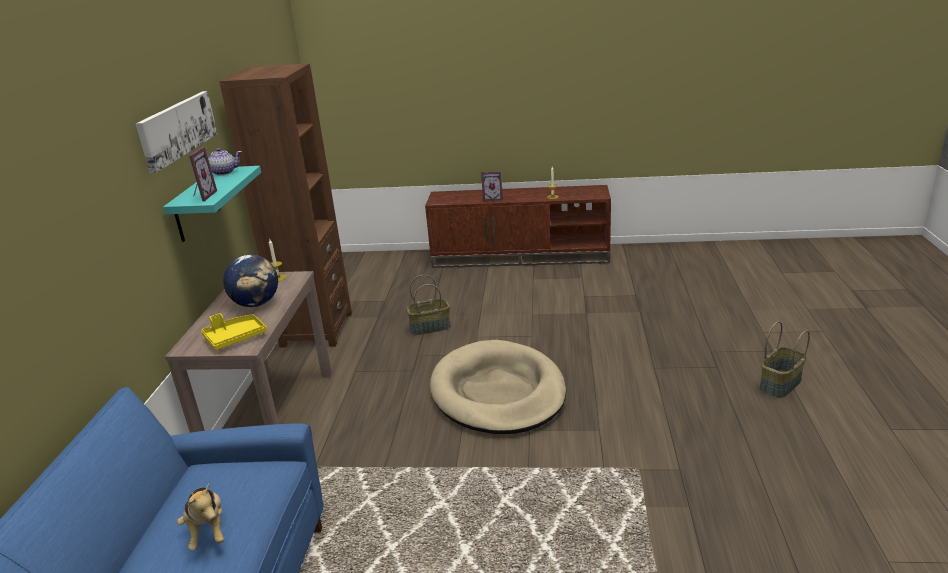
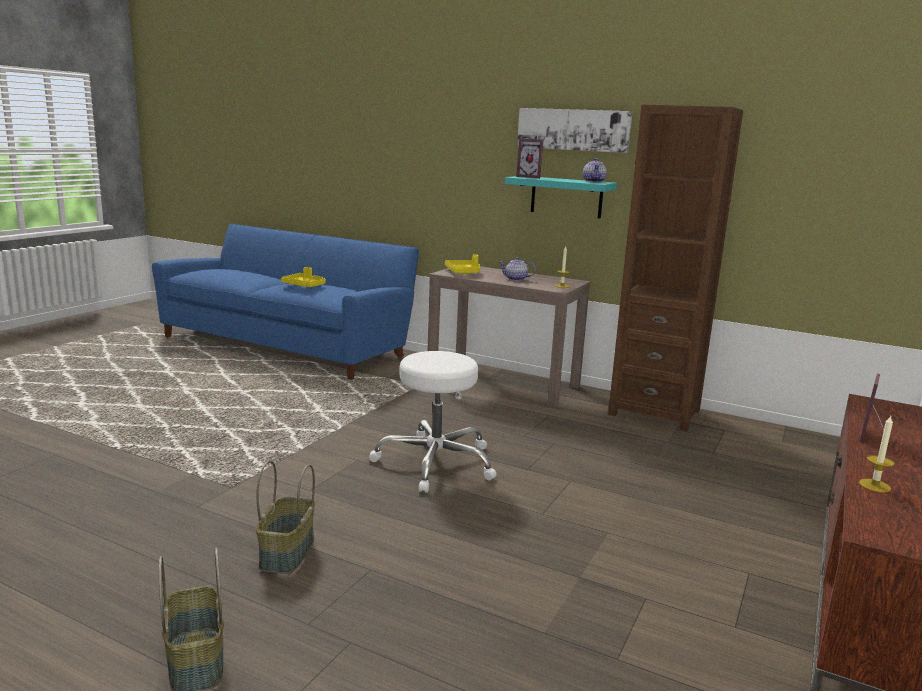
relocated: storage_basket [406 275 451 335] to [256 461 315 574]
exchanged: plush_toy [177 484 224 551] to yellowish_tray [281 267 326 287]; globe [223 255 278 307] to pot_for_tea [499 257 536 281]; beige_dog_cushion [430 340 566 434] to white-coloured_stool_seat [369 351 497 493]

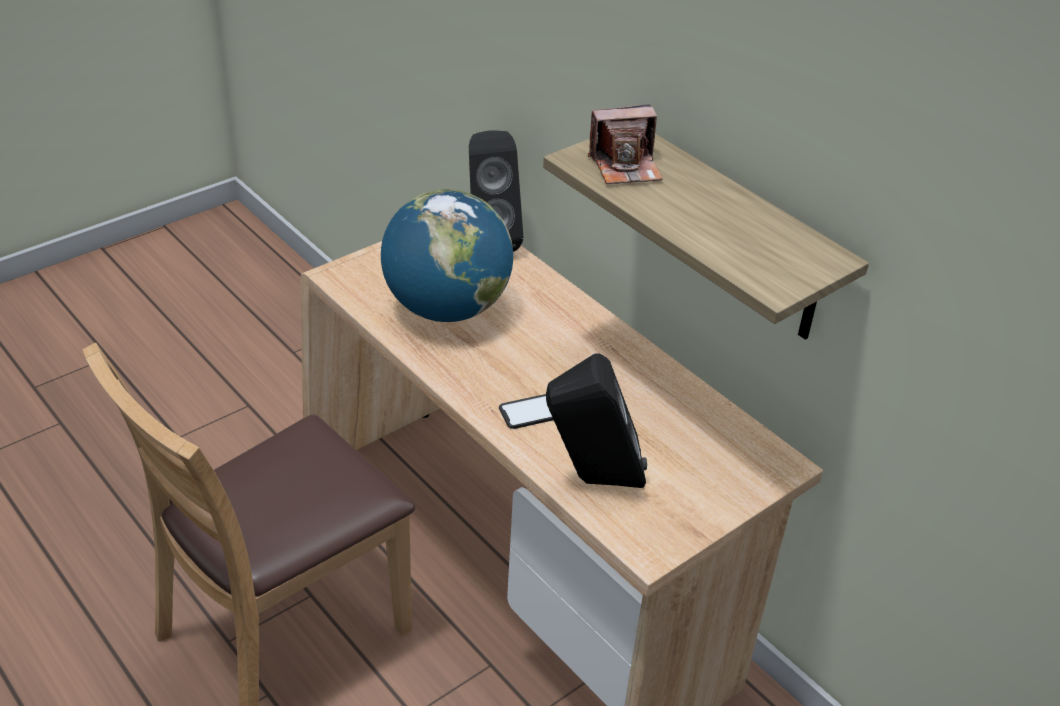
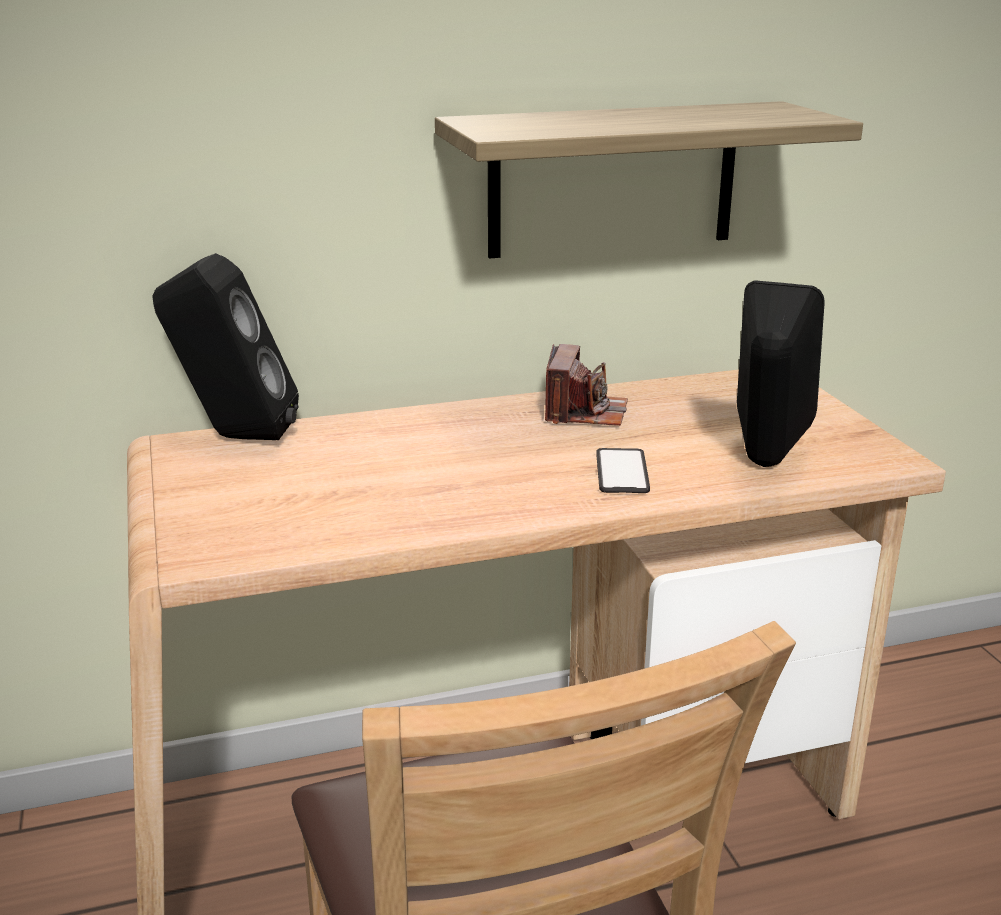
missing: globe [381 189 513 322]
relocated: still_camera [588 104 663 184] to [545 344 628 426]

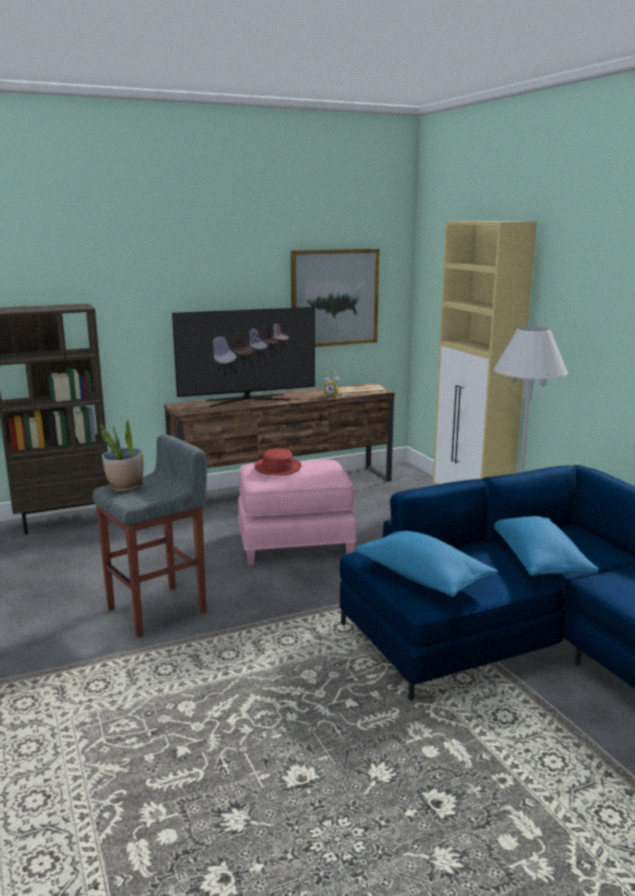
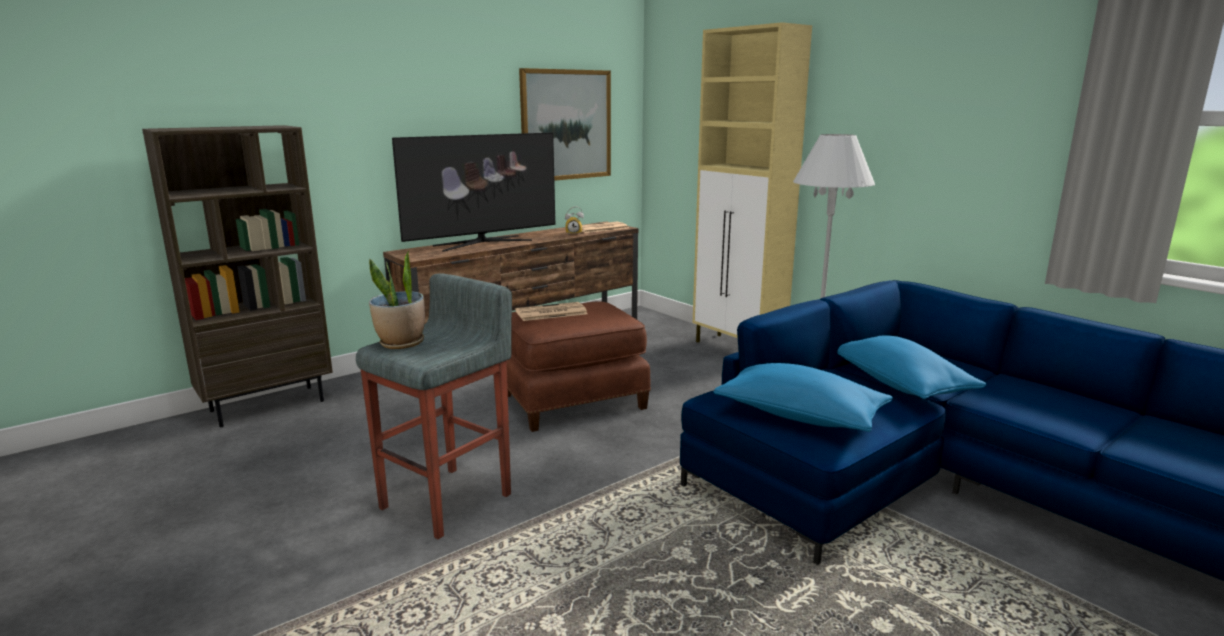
exchanged: red_hat [254 448 302 475] to printed_paper [515 302 588 321]
colour: pink_footrest [238 460 357 566] to brown-coloured_footrest [507 301 651 432]

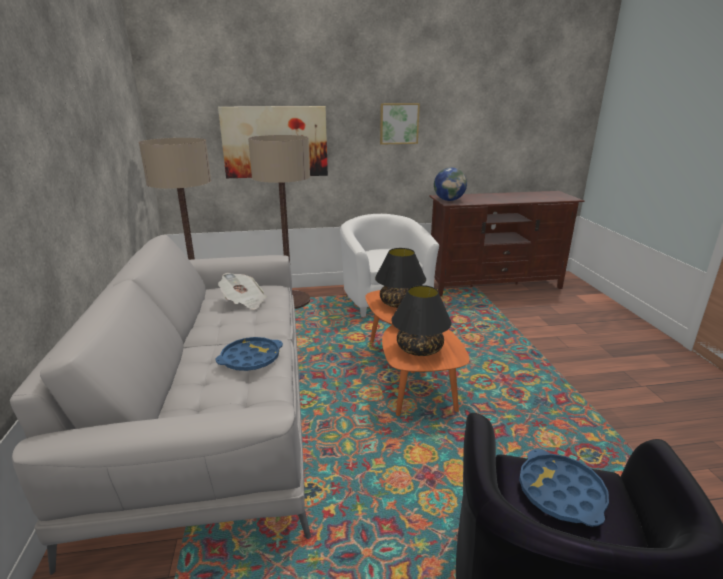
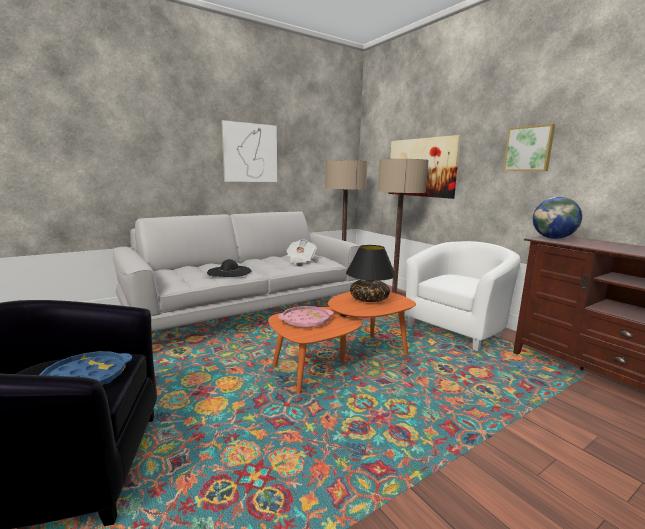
appeared: wall_art [221 120 277 182]
exchanged: blue-coloured_tray [216 337 283 371] to black-coloured_hat [207 259 251 277]; black-coloured_tabletop_lamp [392 285 452 356] to pink_tray [278 306 334 328]

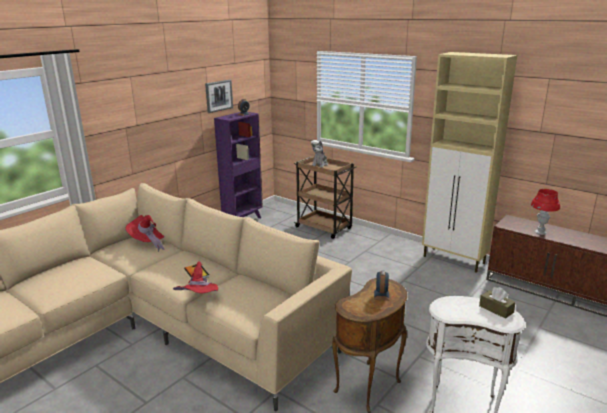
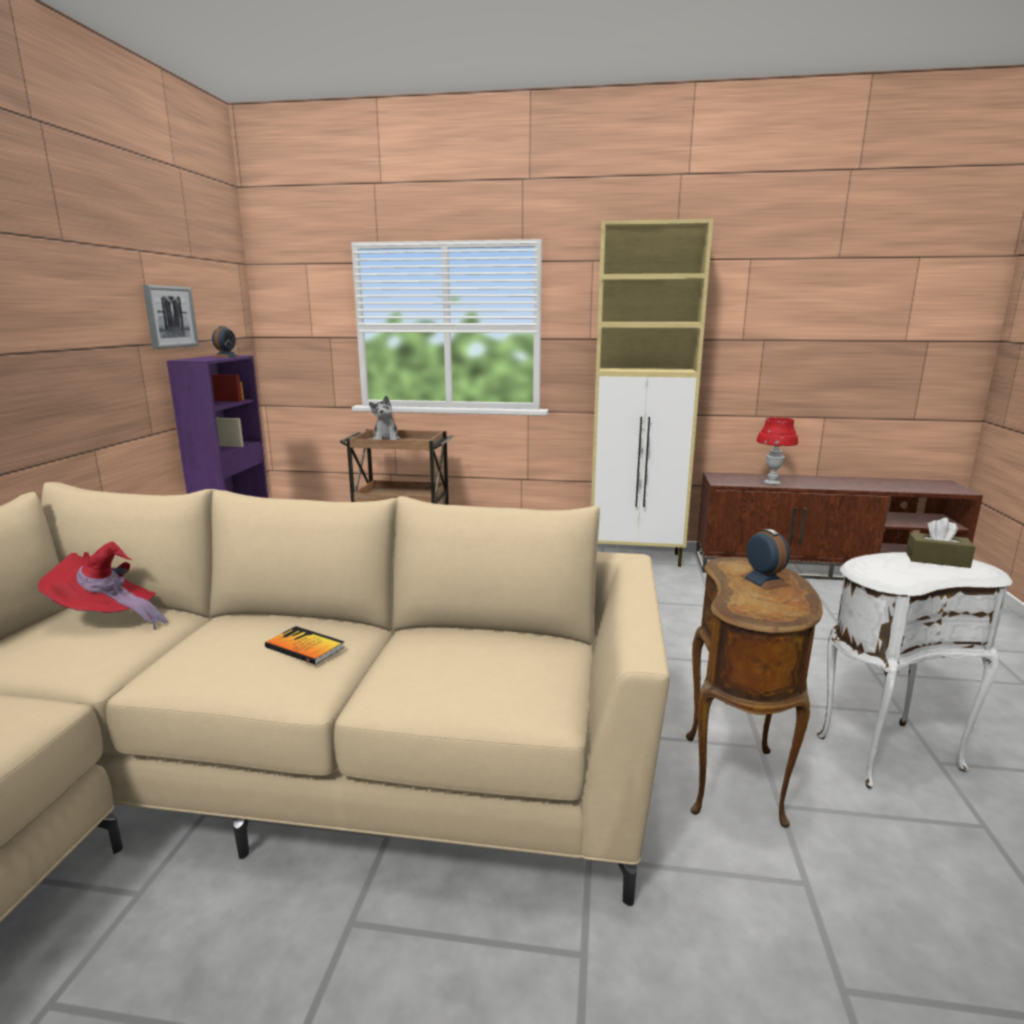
missing: red_hat [173 261 218 293]

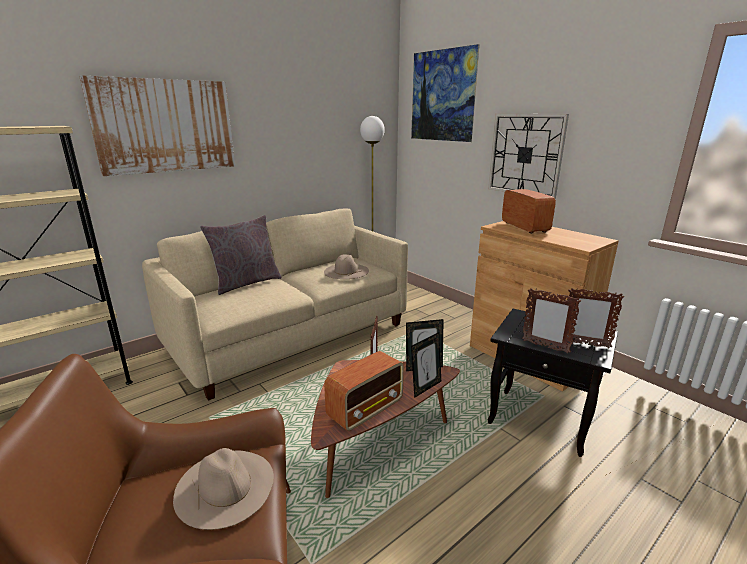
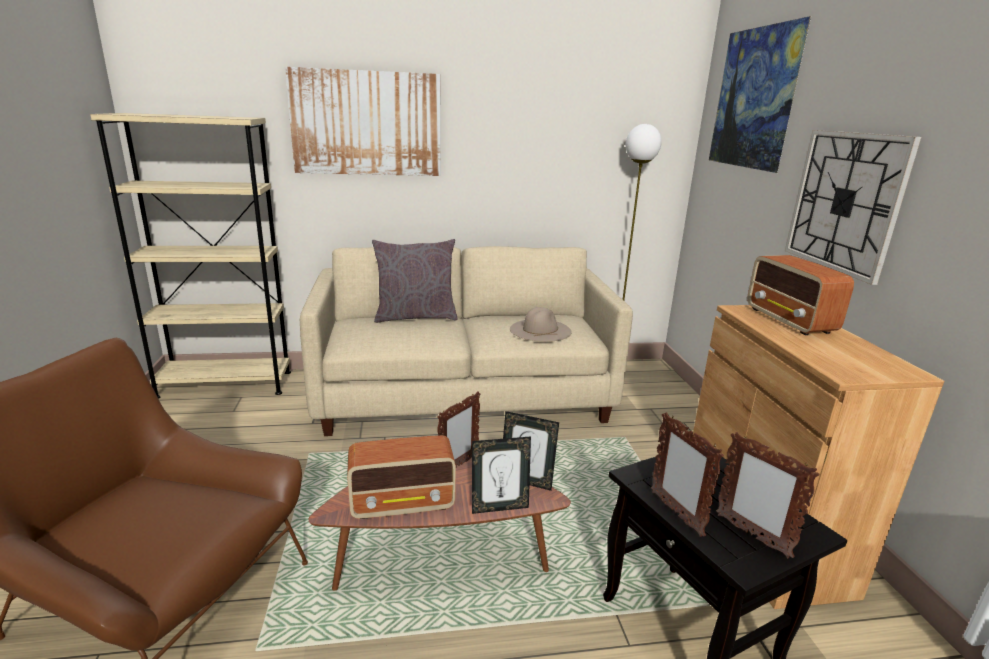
missing: beige_hat [173 448 274 530]
spun: radio_set [502 189 556 234] = [747 255 854 335] 150 degrees clockwise

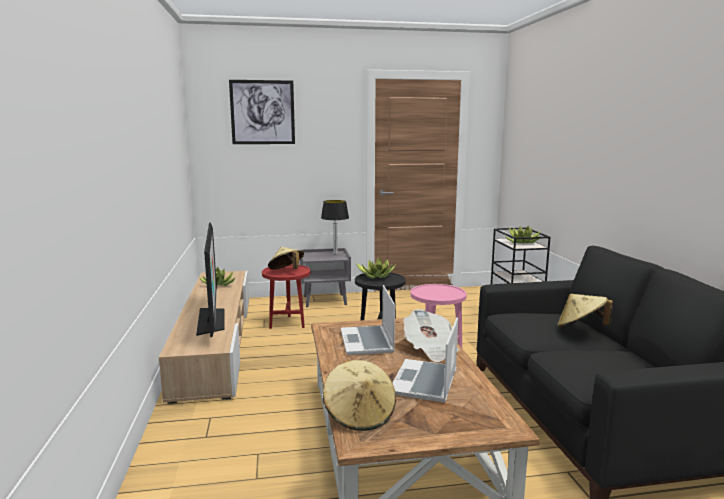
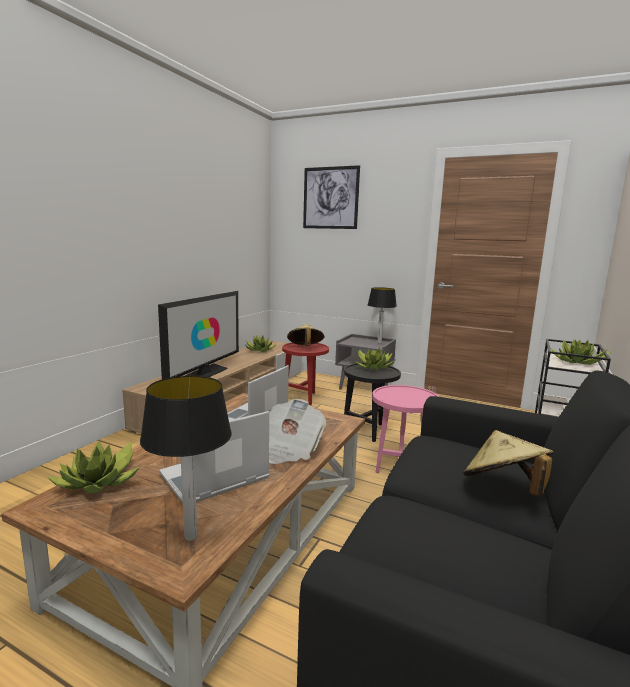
appeared: tabletop_lamp [140 376 232 541]
exchanged: beige_hat [323 360 396 431] to plant_in_a_pot [46 441 140 493]

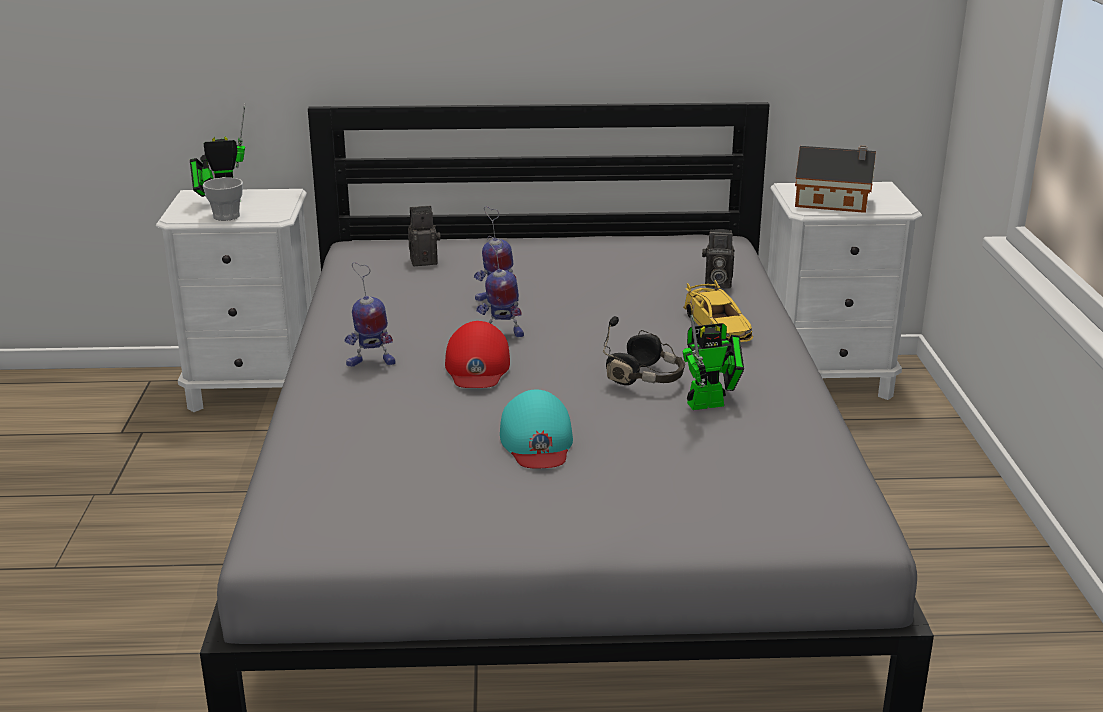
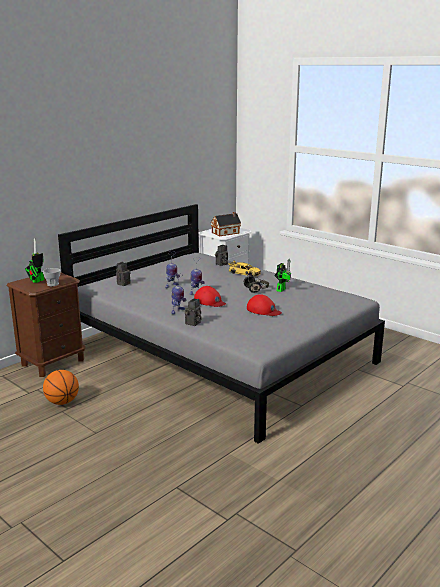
appeared: basketball [43 370 79 405]; still_camera [185 299 202 326]
colour: white-coloured_bedside_table [156 189 312 412] to brown-coloured_bedside_table [6 272 86 377]; turquoise_cap [500 389 573 469] to red_cap [247 294 282 316]

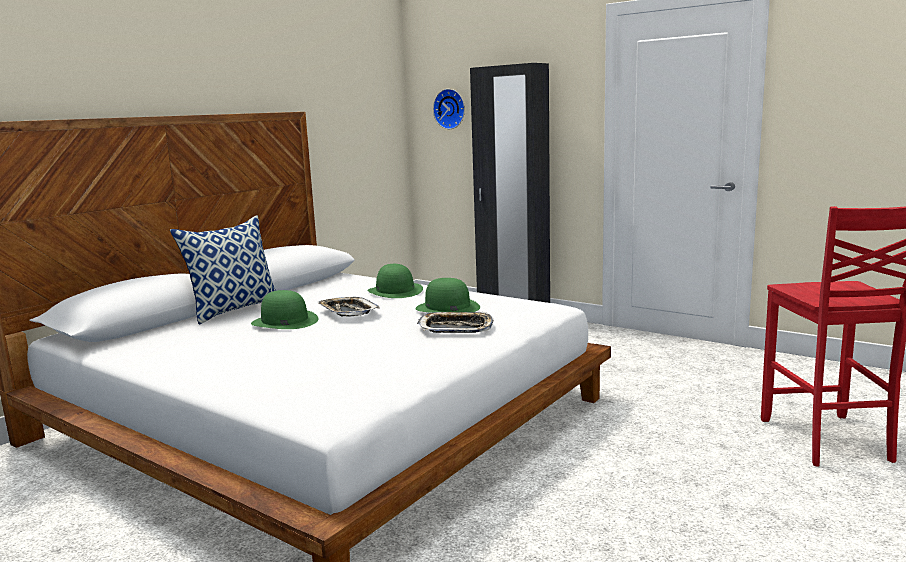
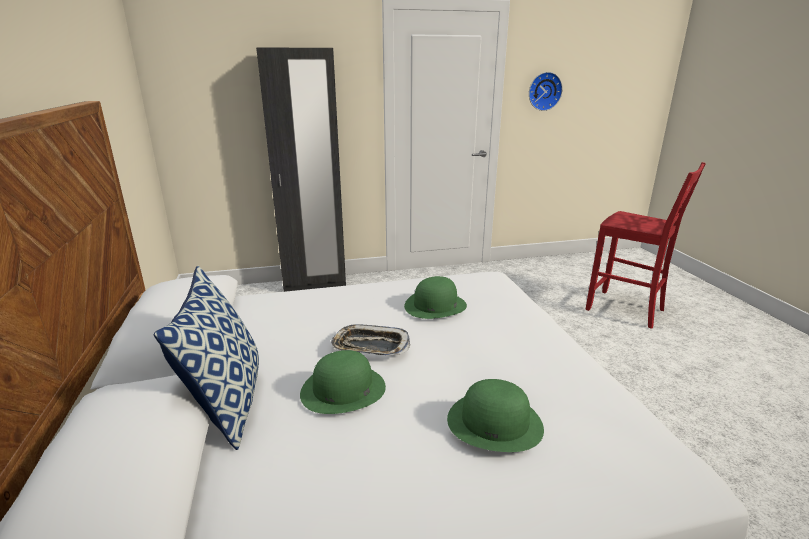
missing: tray [417 312 494 333]
relocated: green-coloured_hat [367 264 423 298] to [447 379 544 452]; wall_clock [433 89 465 129] to [529 72 563 111]

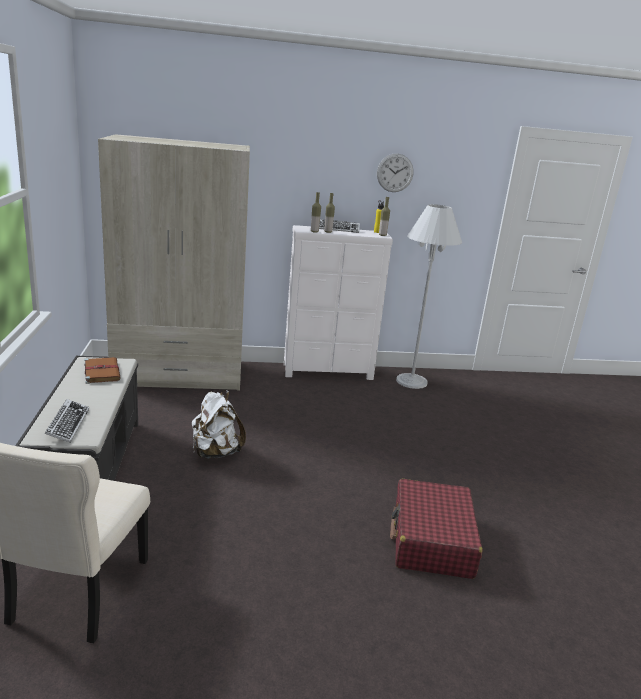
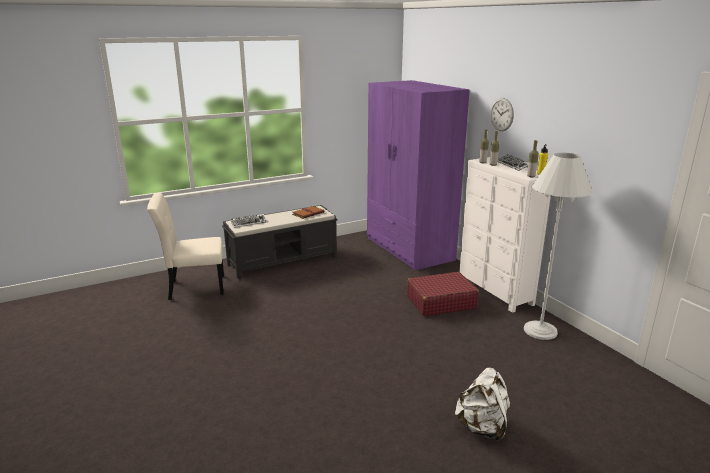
relocated: white-coloured_rucksack [192 390 246 459] to [455 367 510 441]; wall_clock [377 153 414 192] to [490 98 514 131]; red_travel_case [390 479 482 579] to [407 272 479 316]
colour: beige_wardrobe [98 134 250 391] to purple_wardrobe [367 80 470 271]

